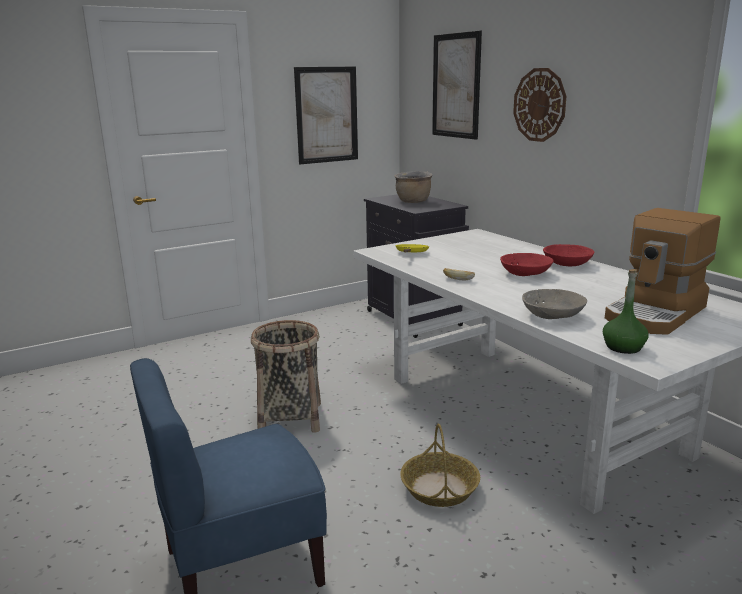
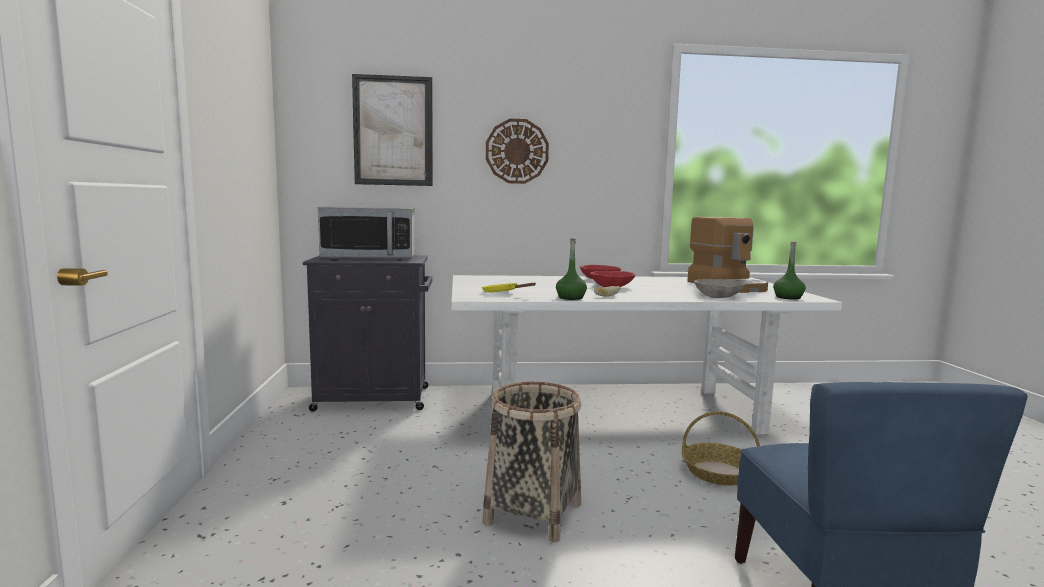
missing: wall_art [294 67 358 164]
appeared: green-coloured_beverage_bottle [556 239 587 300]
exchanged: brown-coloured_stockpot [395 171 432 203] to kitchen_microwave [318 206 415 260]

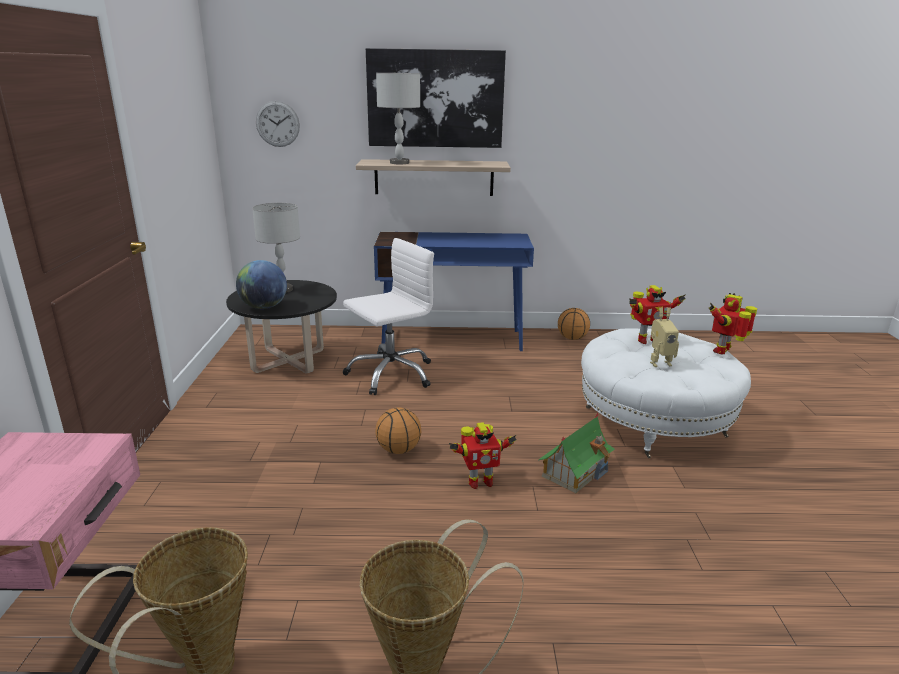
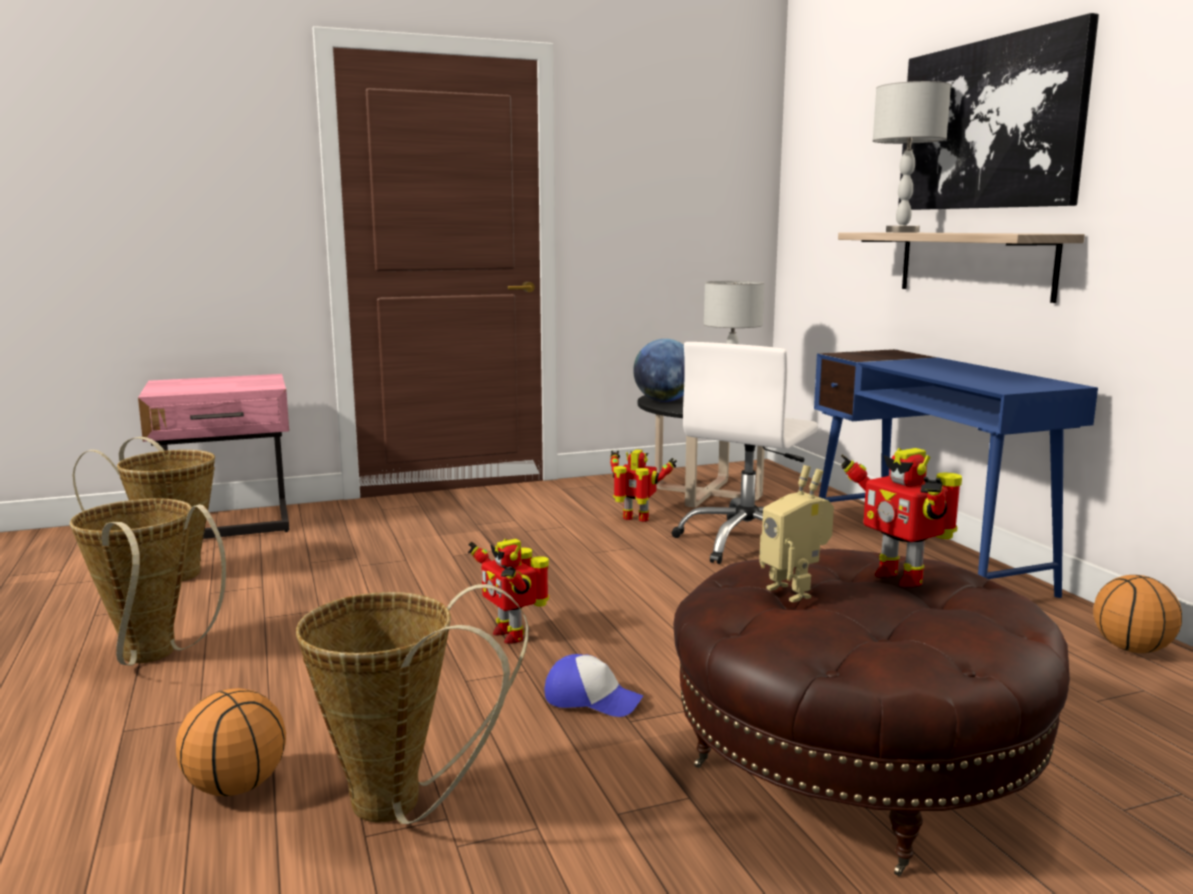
missing: wall_clock [256 101 300 147]
appeared: storage_basket [296 584 529 824]
relocated: basketball [375 408 421 454] to [176 688 286 796]; toy_robot [708 293 757 354] to [610 449 677 522]
exchanged: toy_house [538 412 615 494] to cap [544 654 643 717]
colour: white-coloured_footrest [581 328 751 458] to brown-coloured_footrest [673 549 1070 876]
spun: white-coloured_office_chair [343 238 434 395] = [672 342 818 564] 90 degrees clockwise

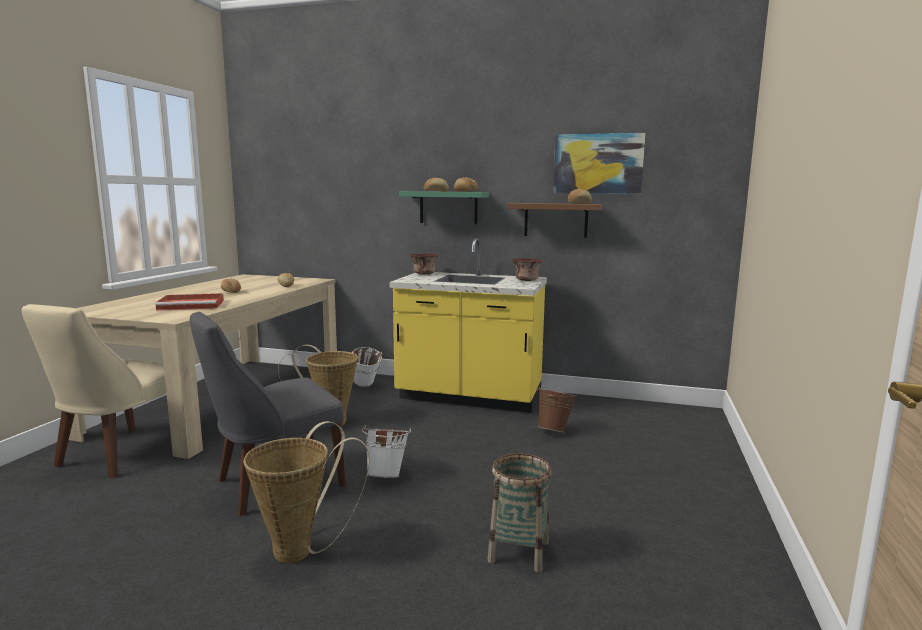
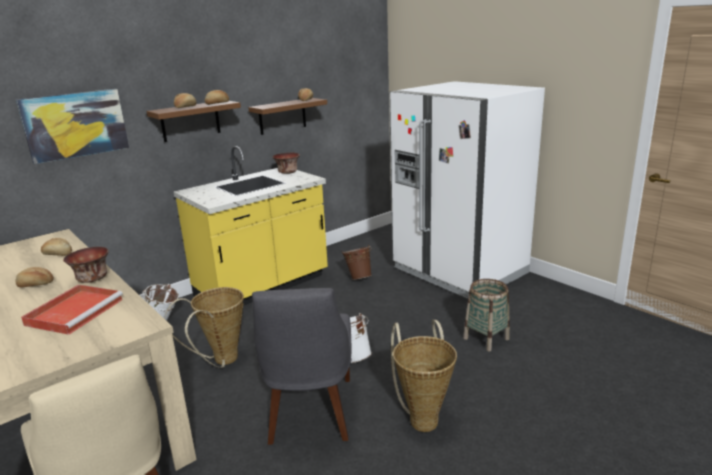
appeared: white-coloured_refrigerator [389 81 545 299]
relocated: serving_bowl [409 254 439 275] to [63 247 109 283]; wall_art [553 132 646 194] to [16 89 129 164]
colour: green-coloured_shelf [399 191 489 224] to brown-coloured_shelf [146 101 241 142]

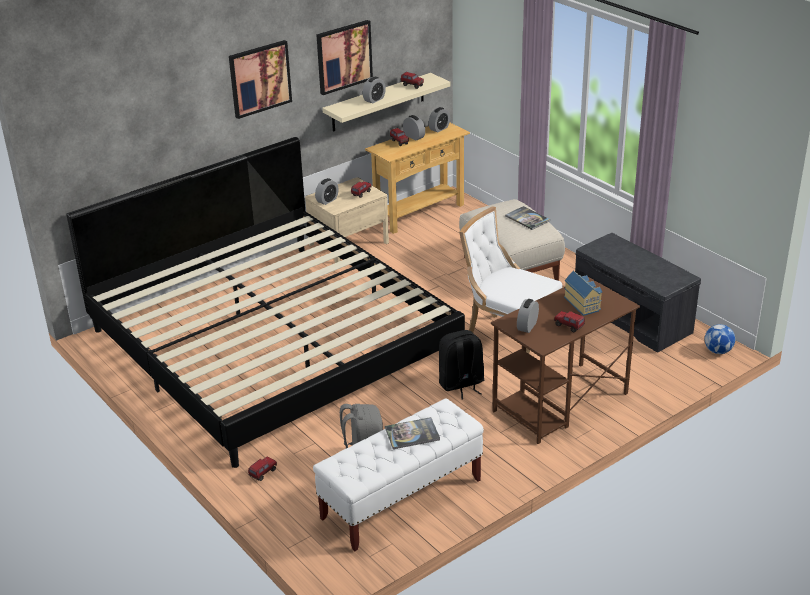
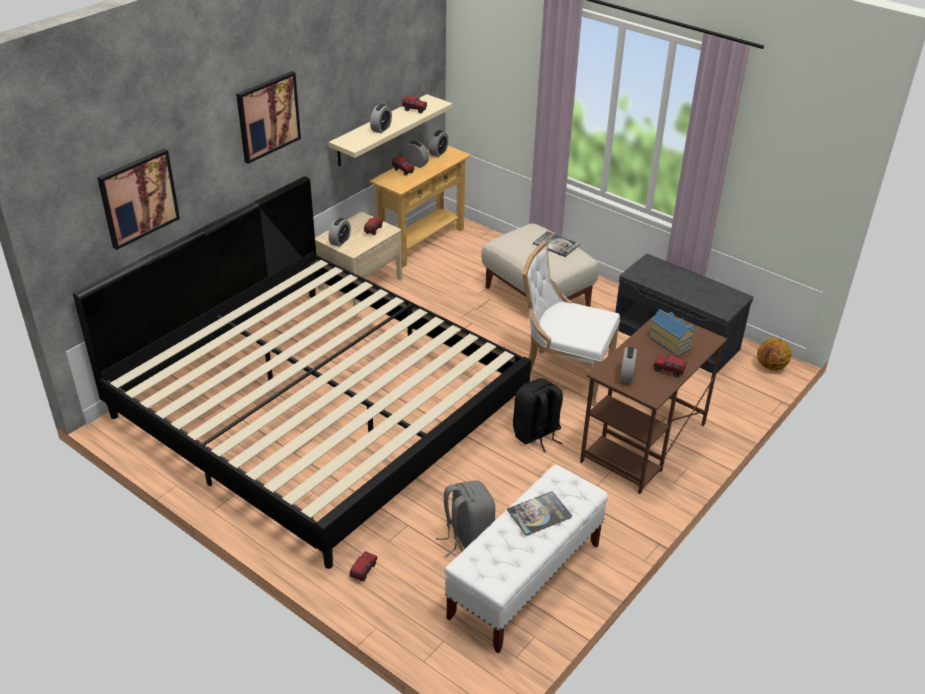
relocated: wall_art [316 20 373 95] to [97 148 180 250]
exchanged: football [705 324 735 354] to basketball [757 338 791 371]

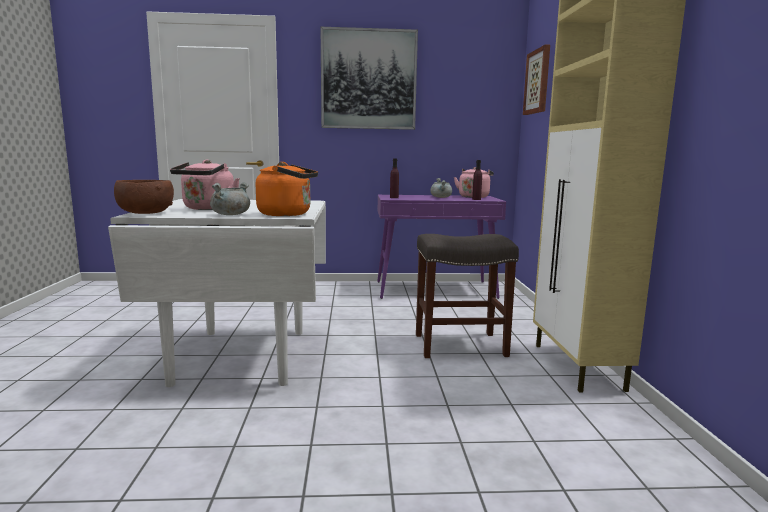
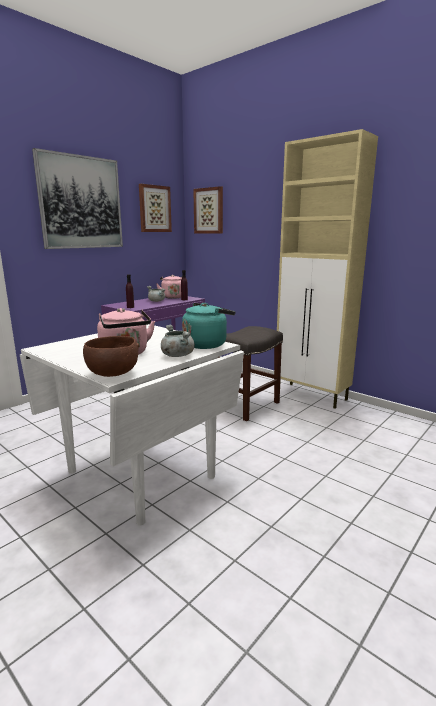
appeared: wall_art [139 184 172 232]
colour: orangey_kettle [256 162 318 216] to turquoise_kettle [182 303 236 349]

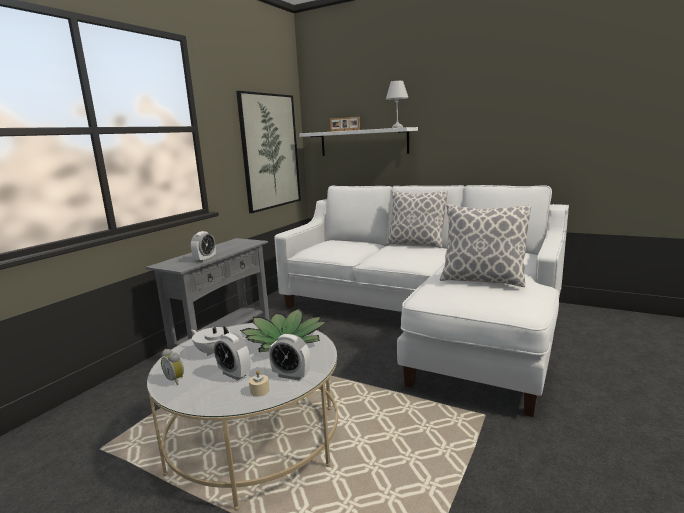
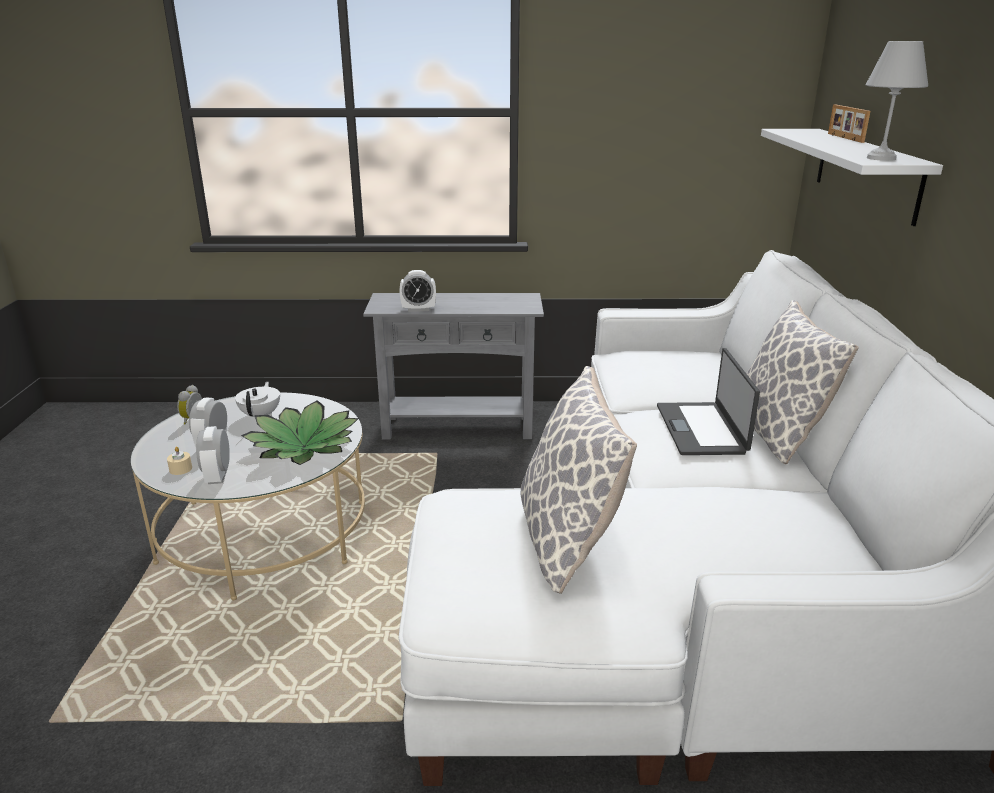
missing: wall_art [236 91 301 213]
appeared: portable_computer [657 348 760 455]

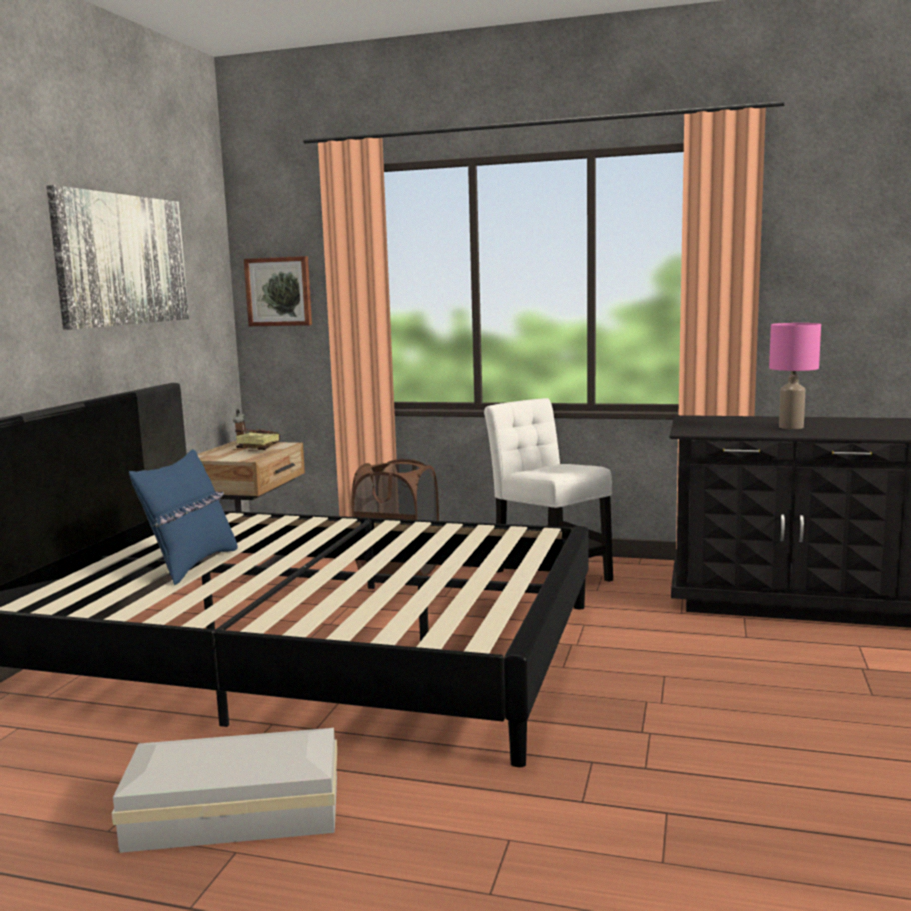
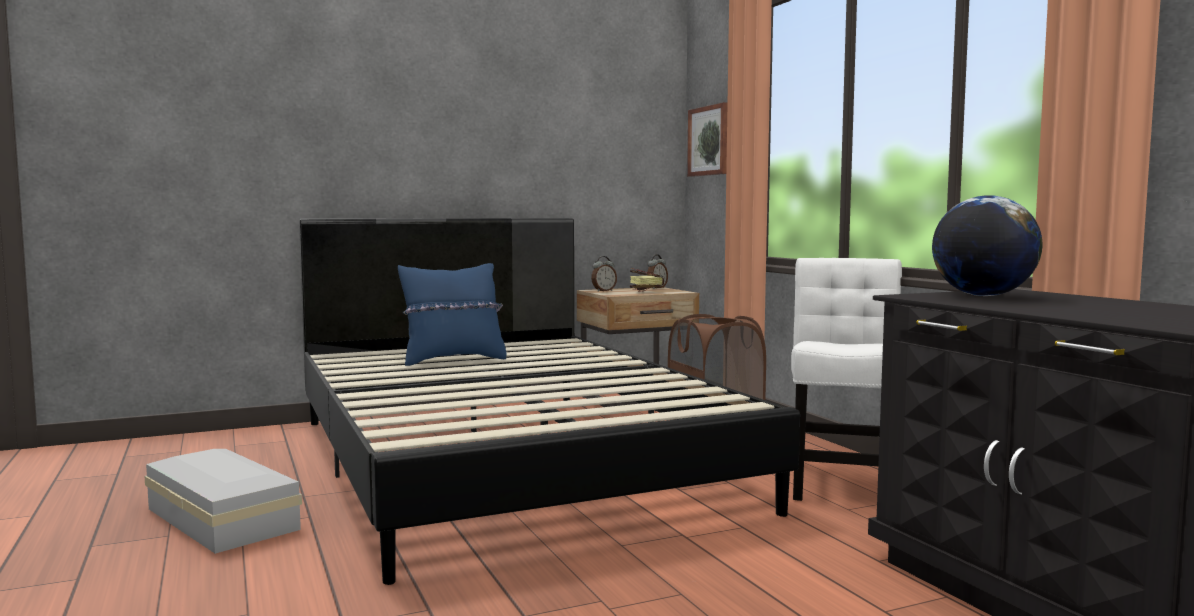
missing: wall_art [46 185 189 330]; pink_tabletop_lamp [769 323 821 429]
appeared: bedside_clock [591 256 617 292]; globe [932 195 1042 296]

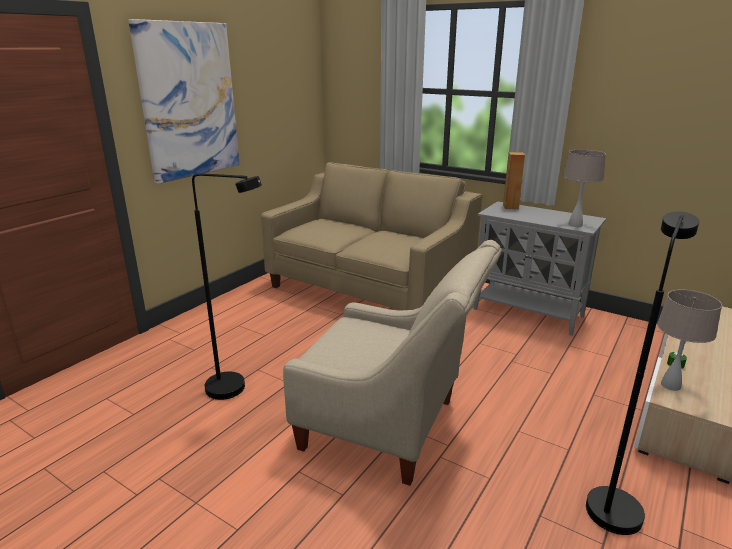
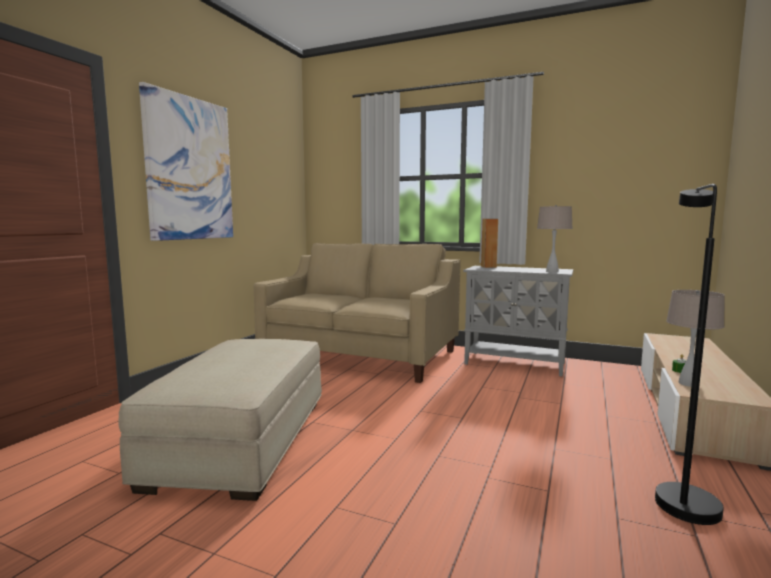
missing: beige_easy_chair [283 240 502 486]
exchanged: black-coloured_standard_lamp [192 174 262 400] to beige_footrest [119 339 322 501]

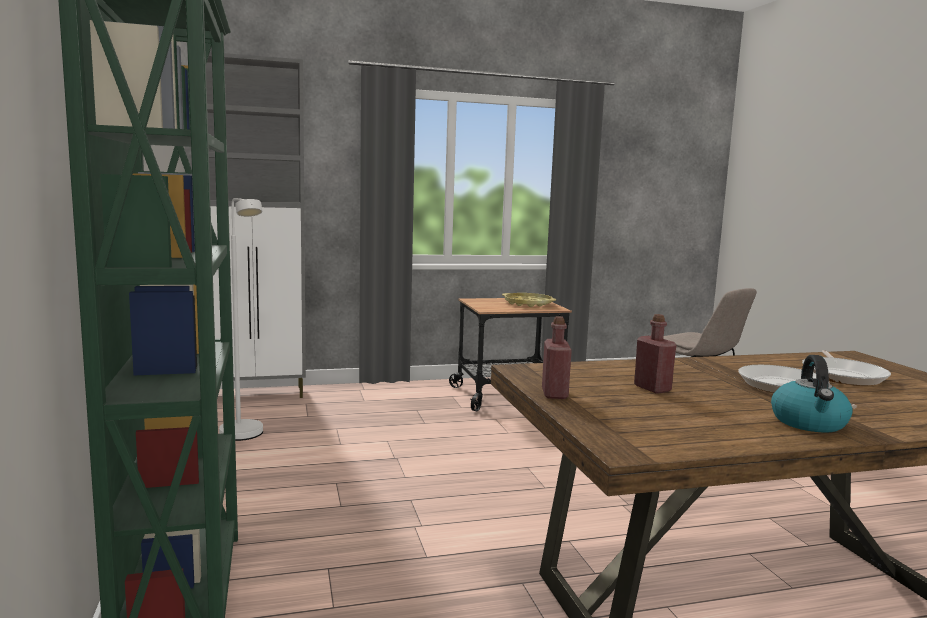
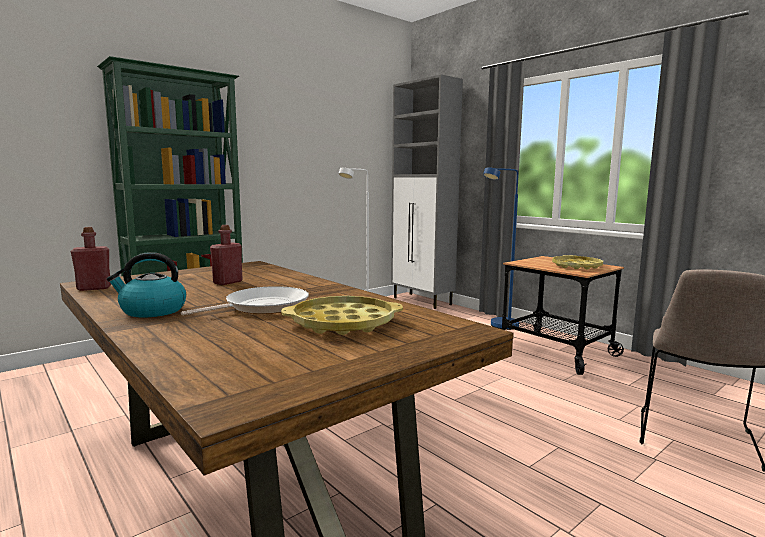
appeared: blue-coloured_standard_lamp [483 167 519 330]
relocated: red_beverage_bottle [542 316 572 399] to [71 227 111 291]
exchanged: frying_pan [802 350 891 386] to yellowish_tray [281 296 403 335]

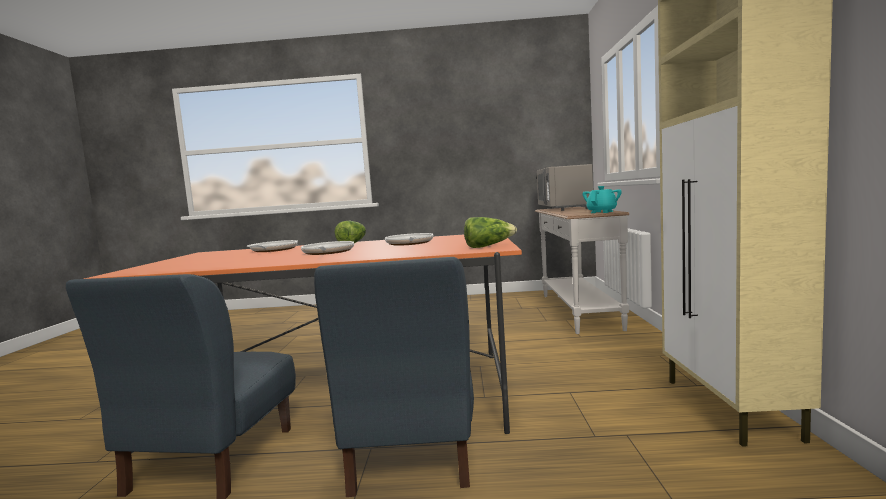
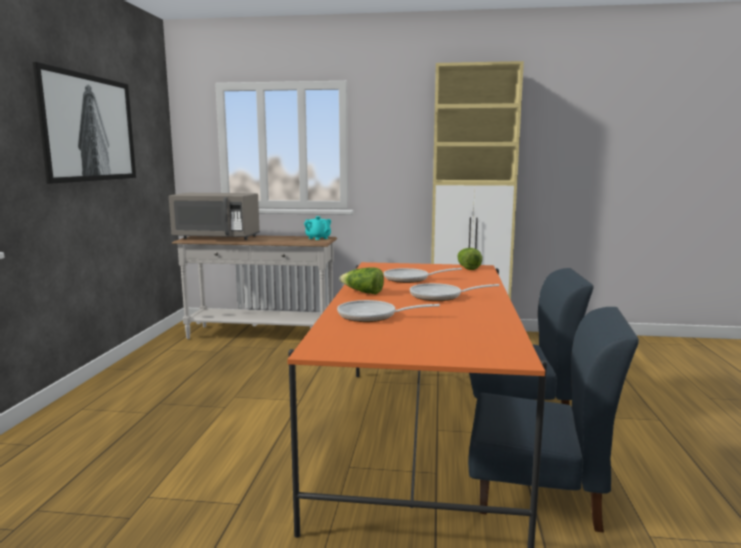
appeared: wall_art [32 62 136 184]

